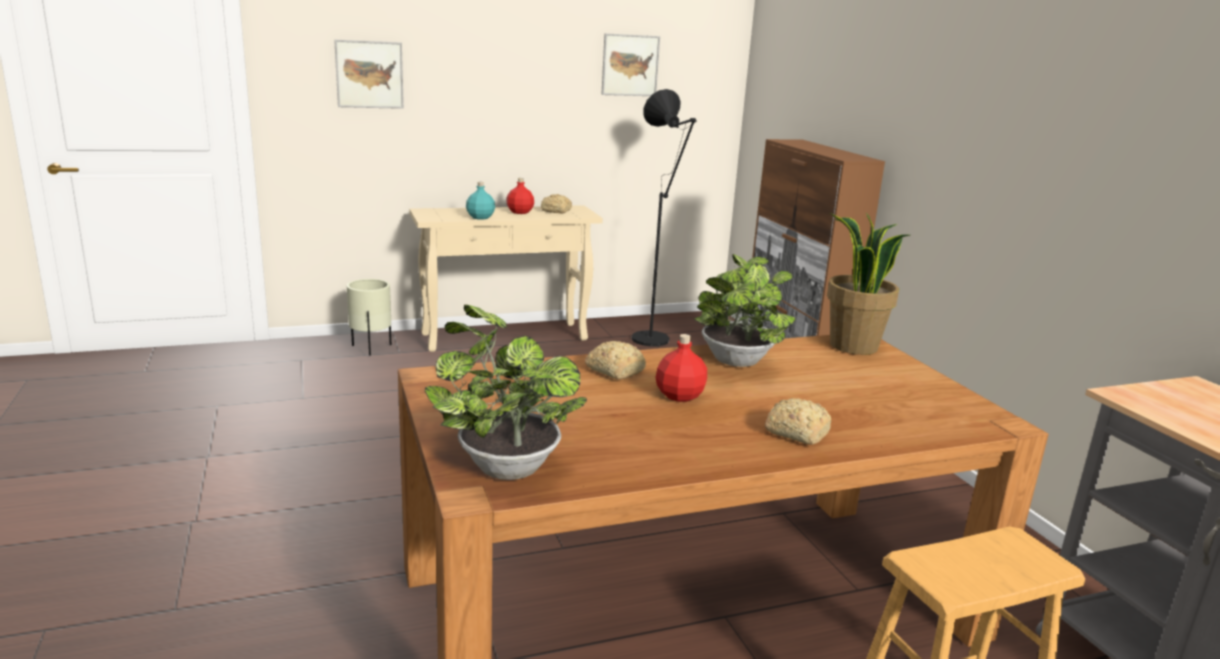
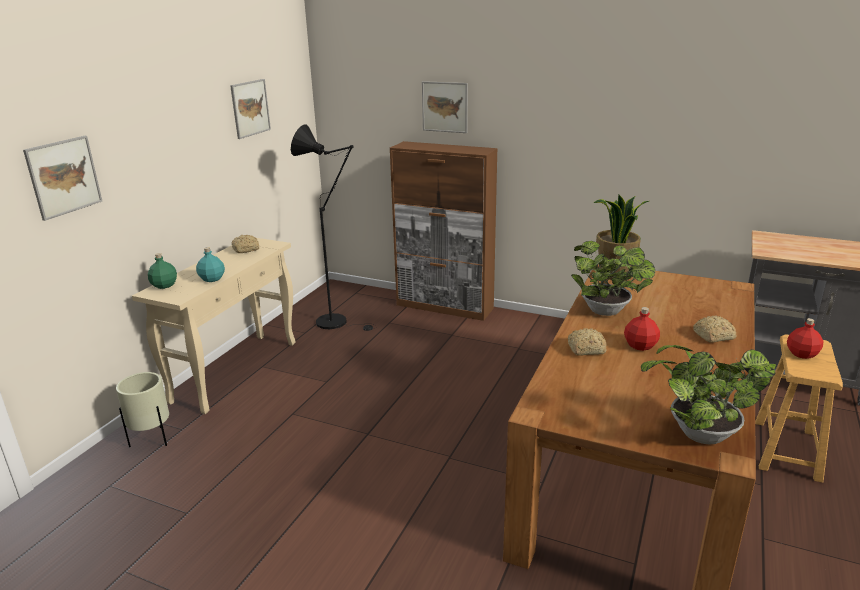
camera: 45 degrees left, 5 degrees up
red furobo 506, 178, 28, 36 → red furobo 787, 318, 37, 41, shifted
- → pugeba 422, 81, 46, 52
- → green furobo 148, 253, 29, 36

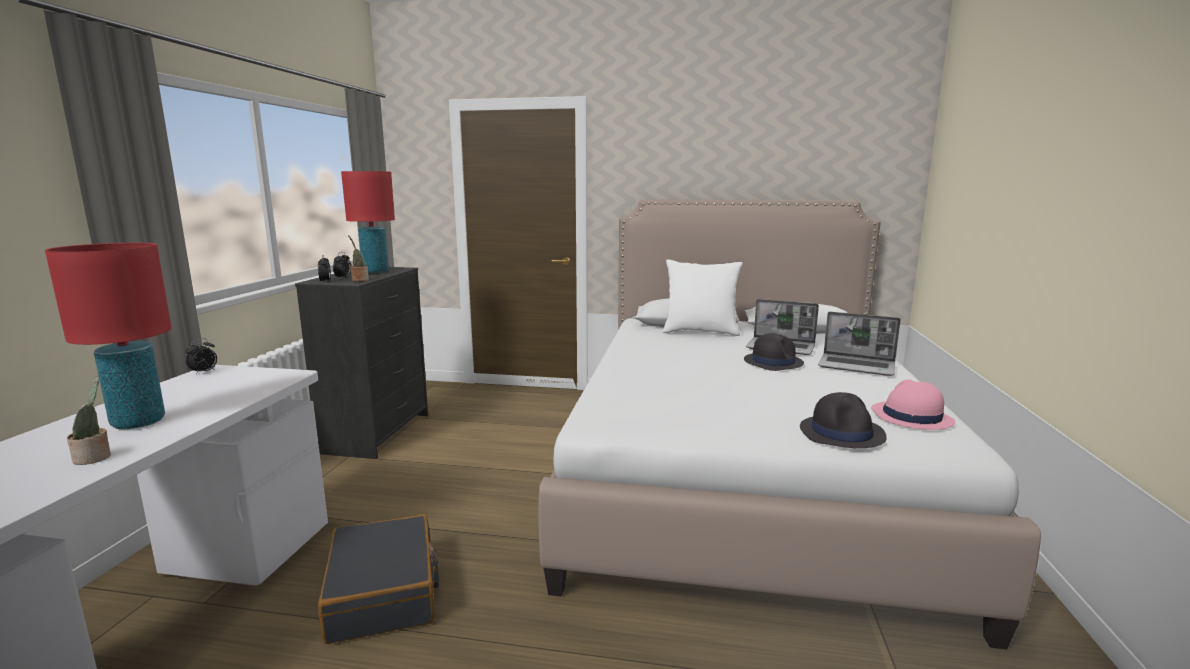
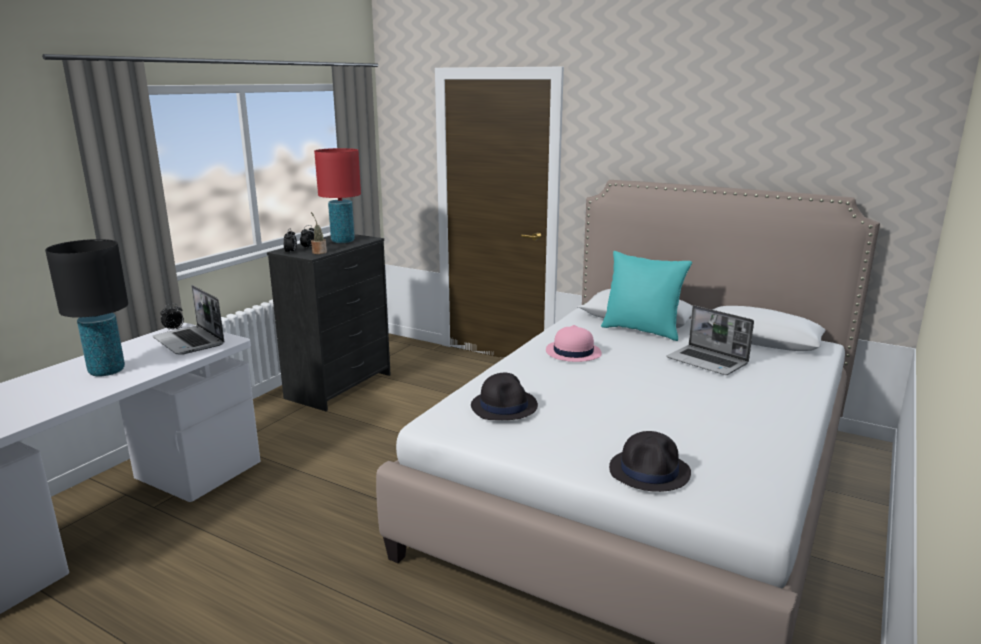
camera: 20 degrees right, 5 degrees up
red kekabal 45, 243, 127, 186 → black kekabal 45, 239, 83, 137
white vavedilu 663, 259, 79, 77 → turquoise vavedilu 601, 251, 91, 90
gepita 818, 312, 83, 64 → gepita 153, 285, 71, 70, shifted
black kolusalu 744, 333, 60, 38 → black kolusalu 471, 373, 67, 47, shifted
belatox 67, 376, 44, 89 → -
pink kolusalu 871, 379, 84, 51 → pink kolusalu 546, 325, 56, 37, shifted
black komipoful 318, 514, 121, 130 → -

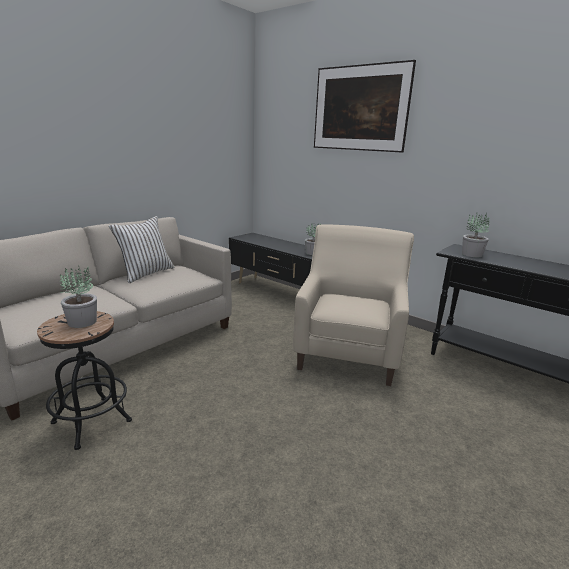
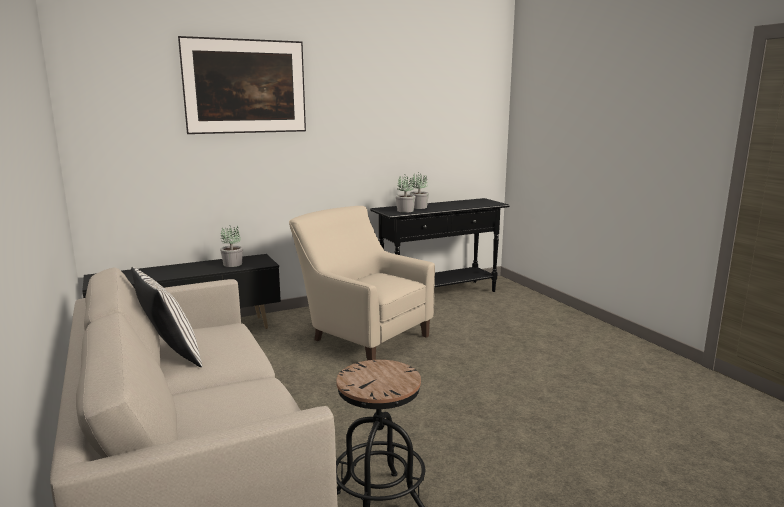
camera: 65 degrees left, 5 degrees down
belatox 60, 266, 37, 62 → belatox 410, 172, 19, 37, shifted

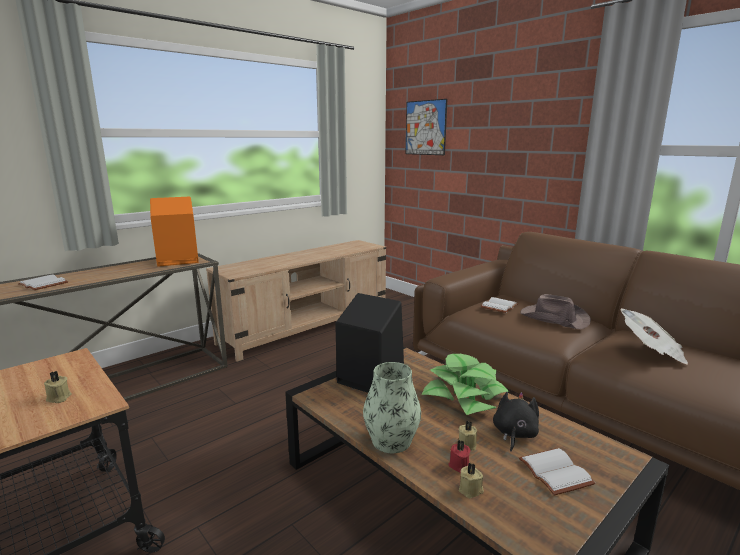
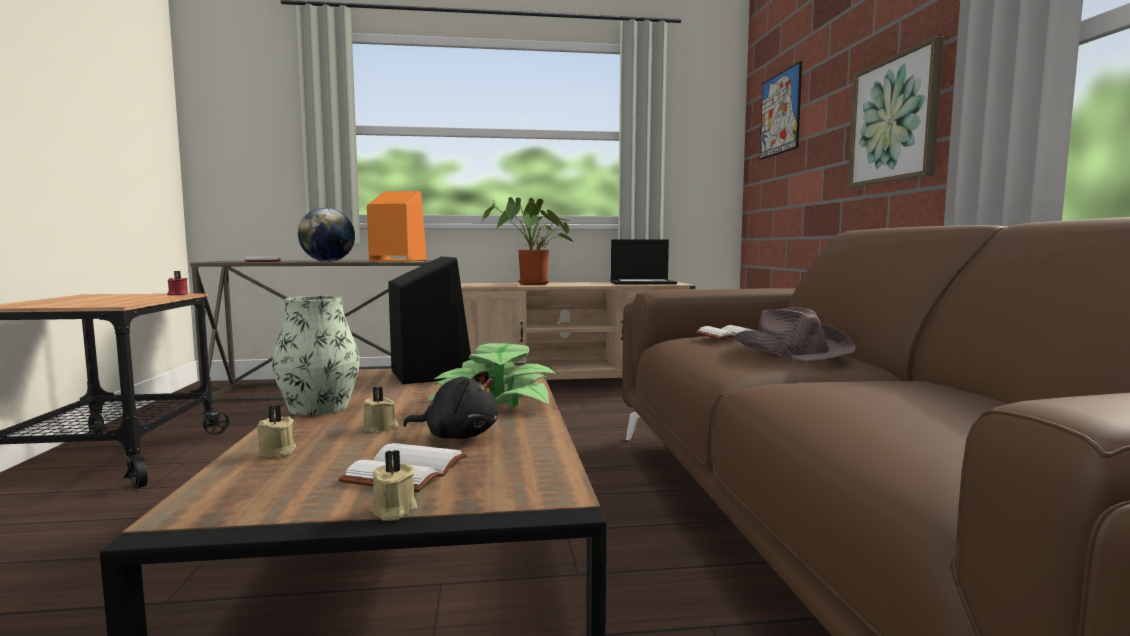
camera: 35 degrees right, 10 degrees down
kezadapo 620, 308, 69, 57 → -
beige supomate 44, 371, 28, 32 → beige supomate 371, 450, 46, 71, shifted
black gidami 493, 392, 46, 60 → black gidami 403, 371, 95, 68, 45 degrees clockwise
red supomate 448, 440, 23, 33 → red supomate 167, 271, 21, 24, shifted
- → pugeba 848, 36, 96, 152
- → belatox 482, 197, 93, 88
- → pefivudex 298, 208, 57, 54
- → gepita 611, 239, 66, 46

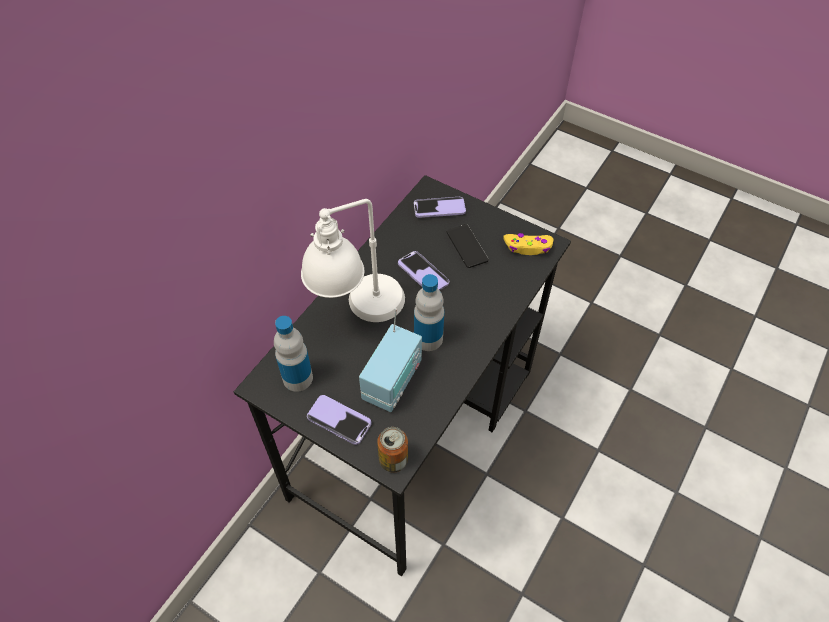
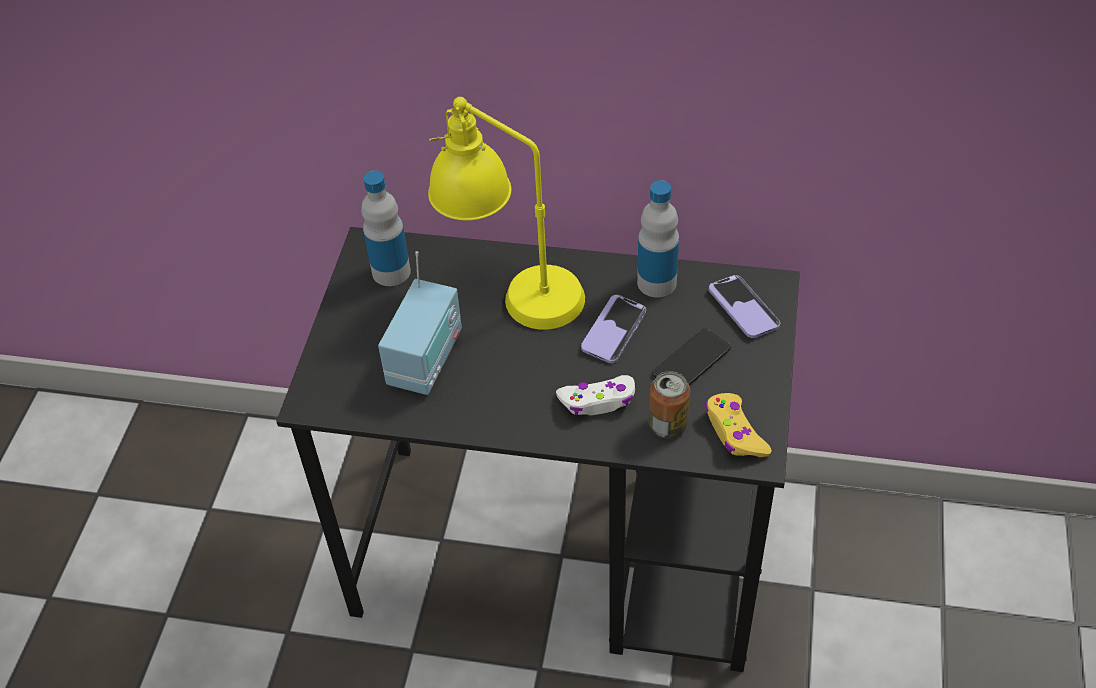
camera: 70 degrees right, 5 degrees down
white kekabal 301, 199, 104, 123 → yellow kekabal 428, 97, 157, 233
furobo 414, 274, 30, 77 → furobo 637, 180, 42, 117, shifted
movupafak 359, 308, 63, 104 → movupafak 378, 251, 84, 144, 75 degrees counterclockwise
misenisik 307, 395, 65, 50 → -
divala 377, 427, 31, 46 → divala 648, 371, 42, 67, shifted
- → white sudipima 556, 375, 79, 40

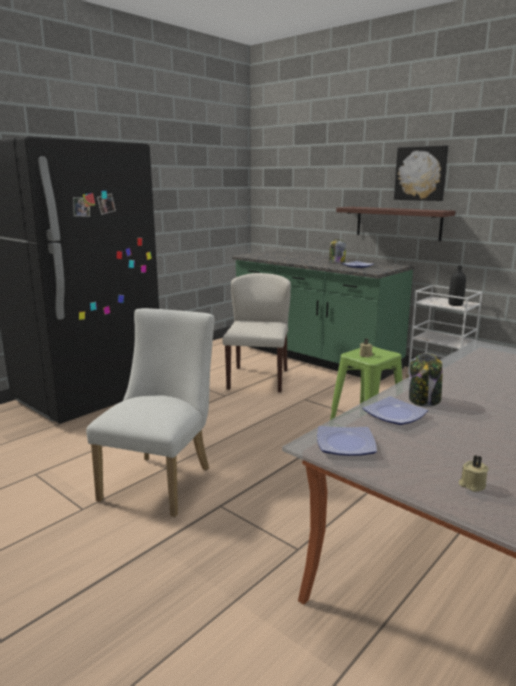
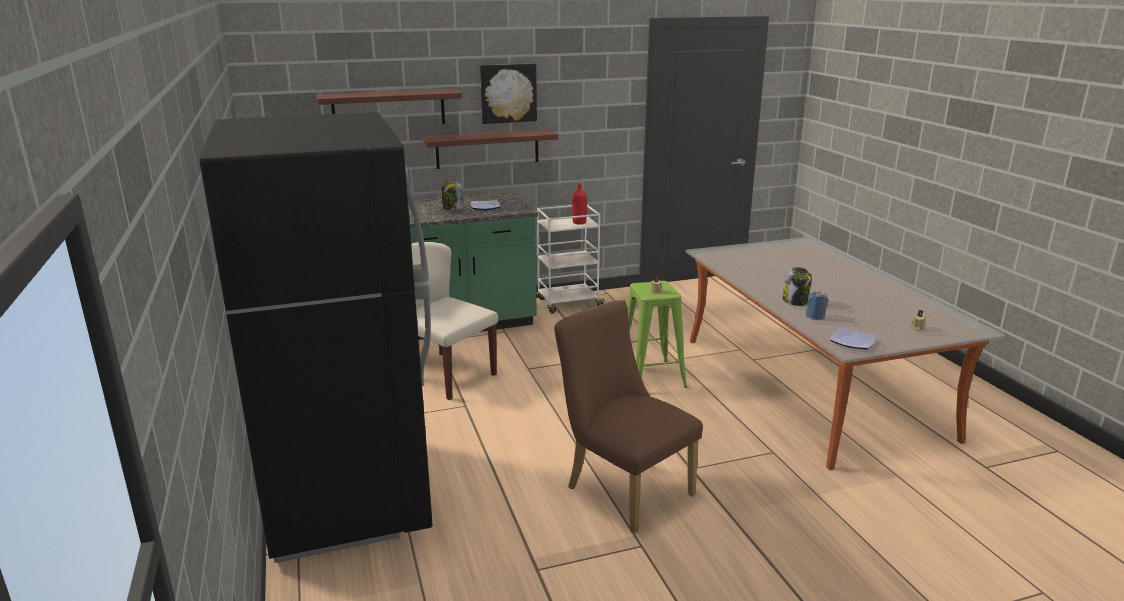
camera: 60 degrees left, 5 degrees up
black furobo 448, 265, 18, 41 → red furobo 572, 184, 15, 41
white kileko 86, 308, 129, 209 → brown kileko 554, 300, 149, 234
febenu 363, 396, 65, 29 → blue supomate 806, 291, 23, 29
- → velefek 316, 89, 146, 35

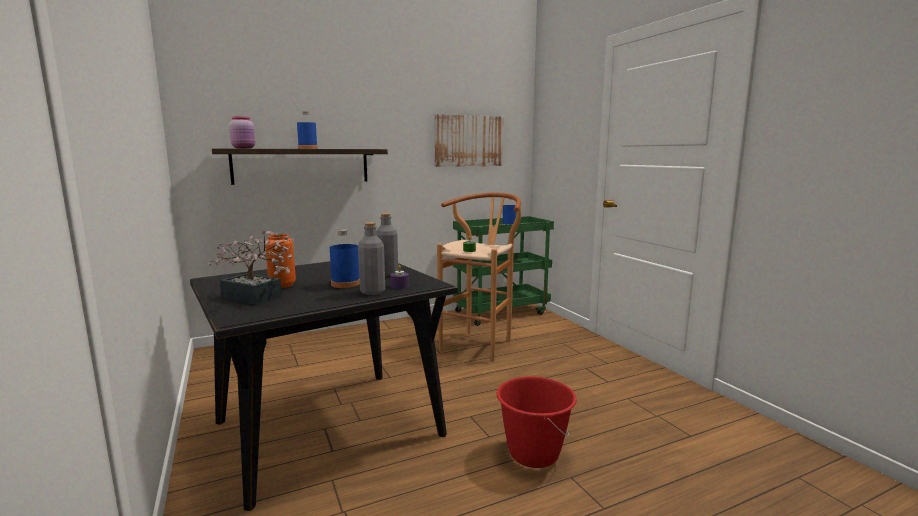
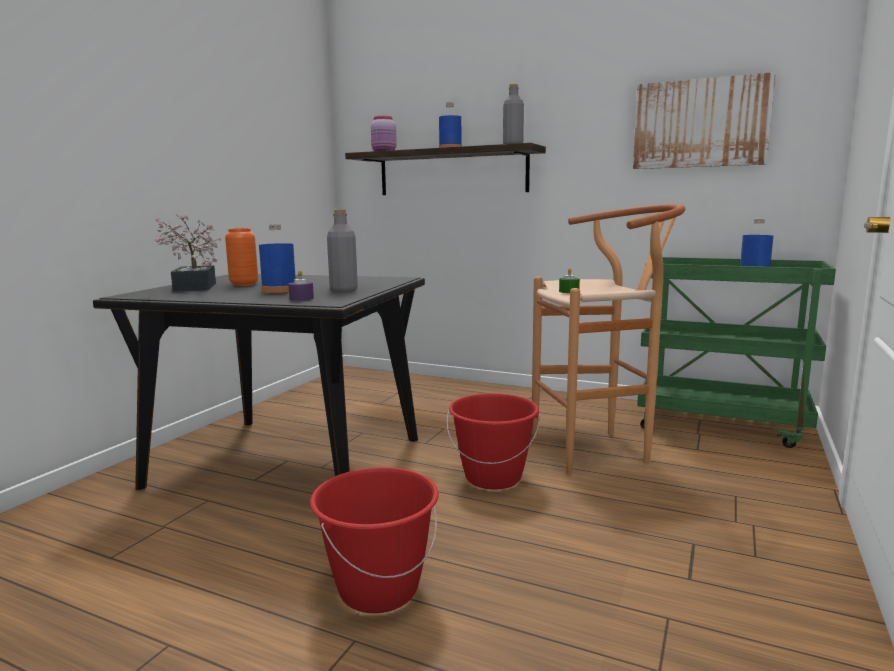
camera: 50 degrees right, 0 degrees up
grey furobo 358, 222, 27, 73 → grey furobo 503, 84, 21, 60, shifted
- → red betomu 447, 393, 93, 96

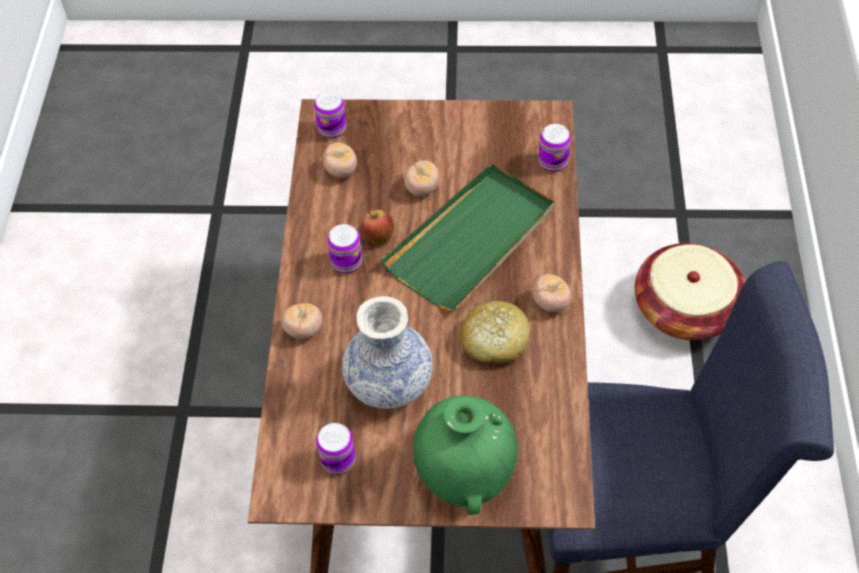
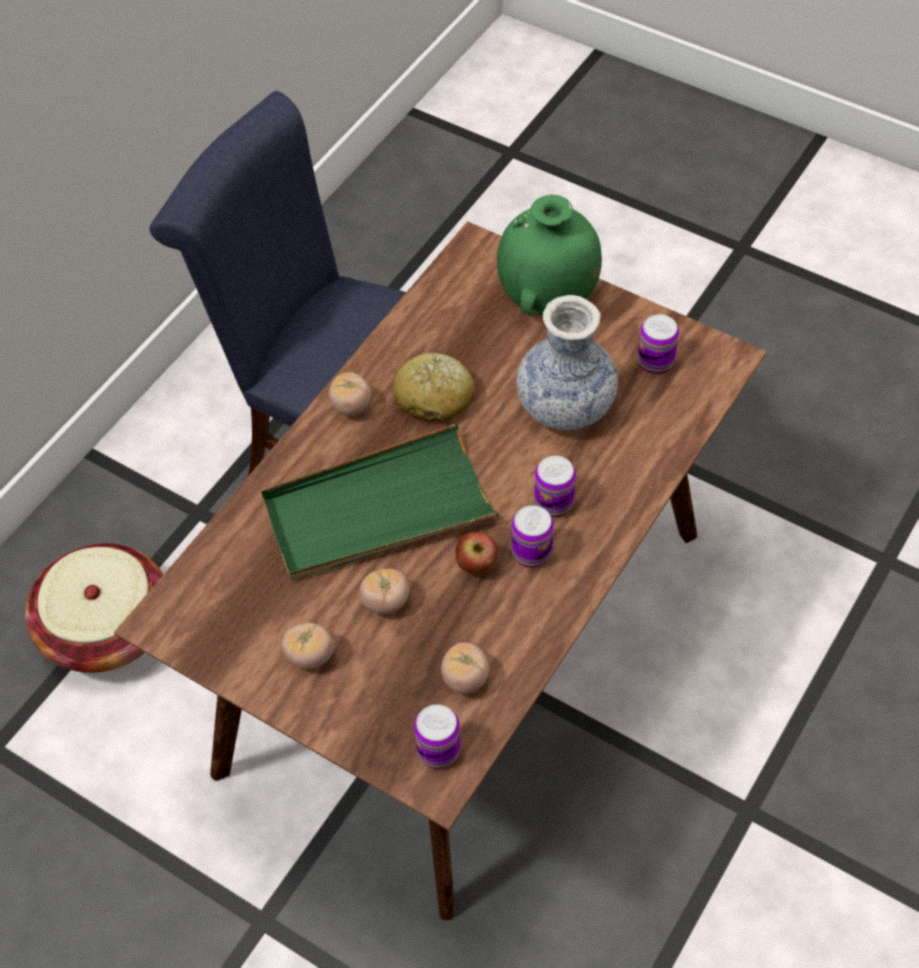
camera: 150 degrees left, 0 degrees up
divala 538, 124, 33, 48 → divala 534, 456, 42, 61, shifted
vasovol 282, 303, 40, 36 → vasovol 281, 623, 53, 46, shifted

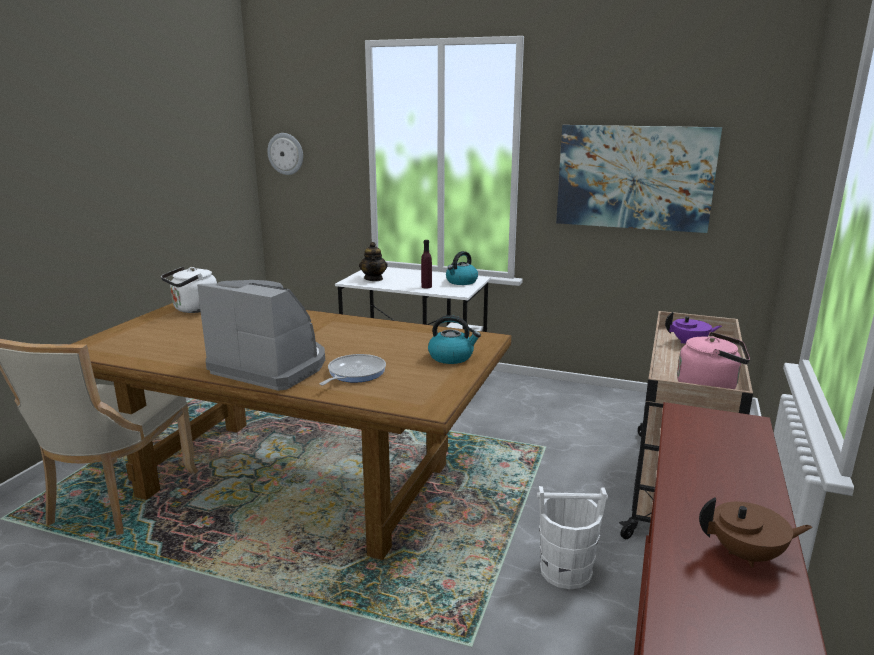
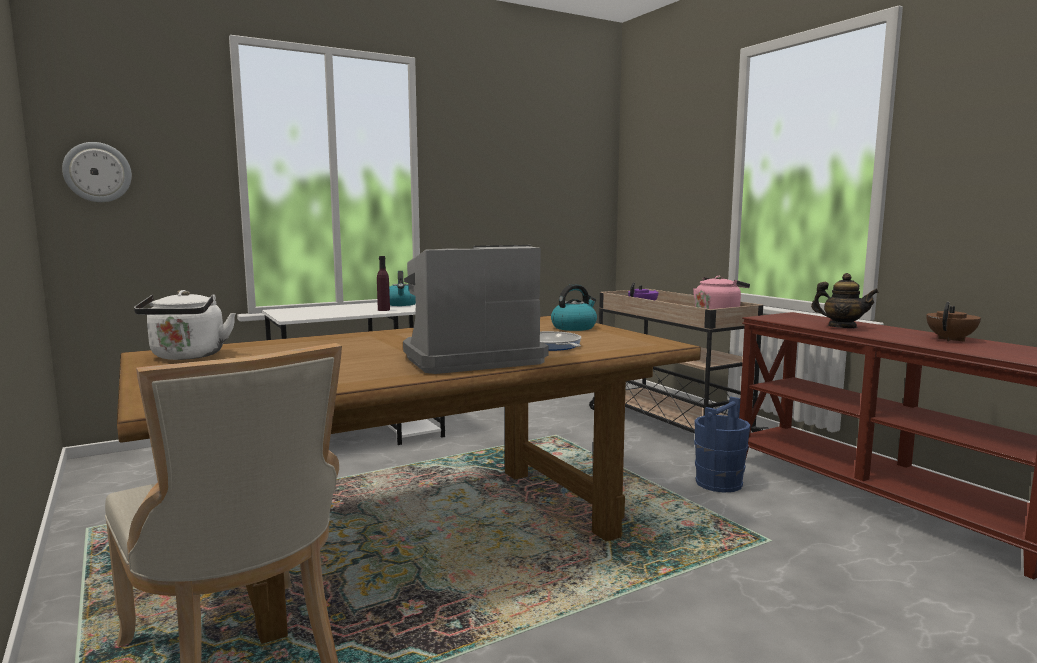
camera: 50 degrees left, 10 degrees down
pugeba 556, 125, 166, 108 → -
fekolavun 359, 242, 29, 39 → fekolavun 811, 273, 68, 55, shifted
white betomu 537, 486, 71, 103 → blue betomu 694, 396, 57, 97

